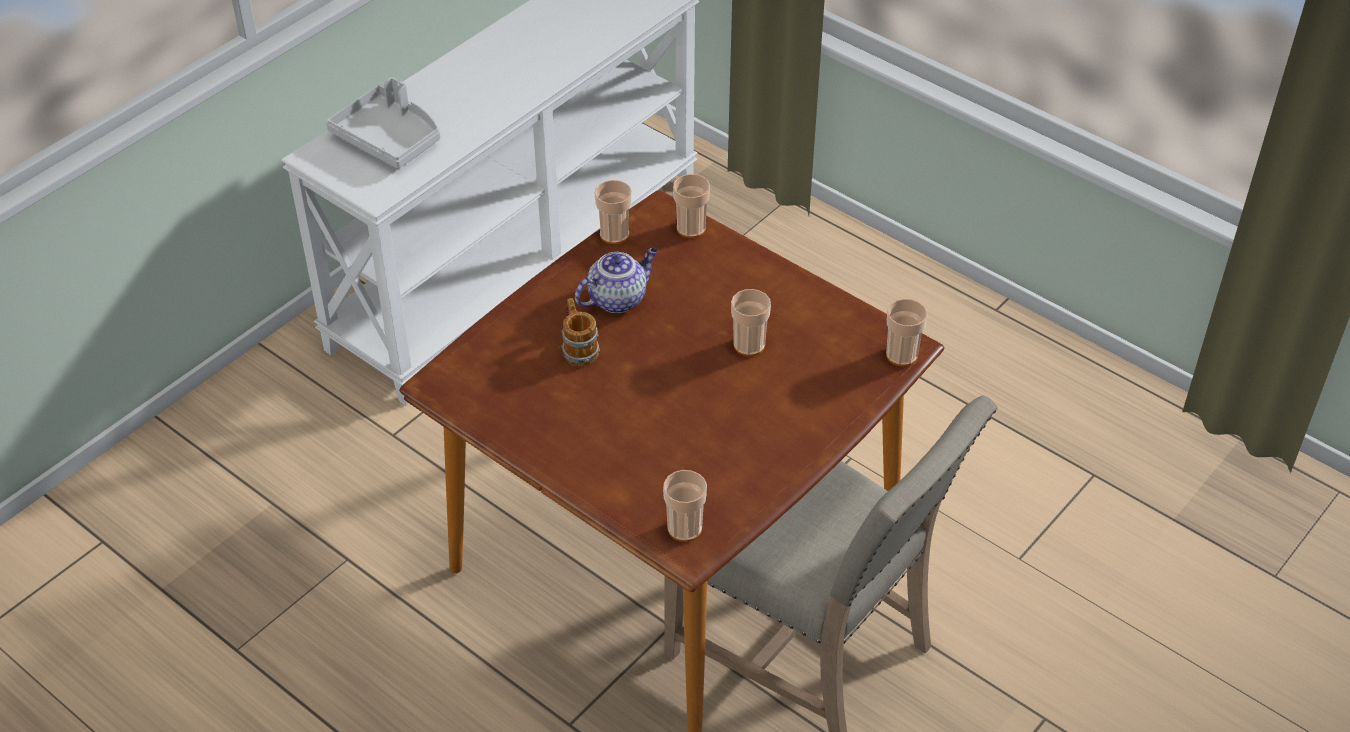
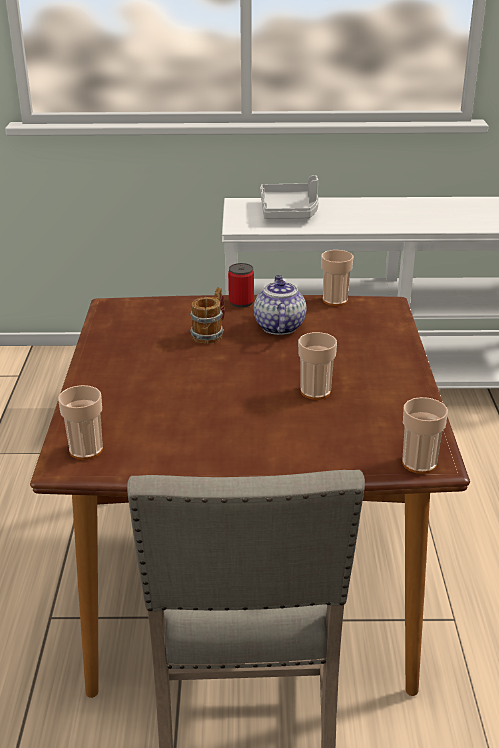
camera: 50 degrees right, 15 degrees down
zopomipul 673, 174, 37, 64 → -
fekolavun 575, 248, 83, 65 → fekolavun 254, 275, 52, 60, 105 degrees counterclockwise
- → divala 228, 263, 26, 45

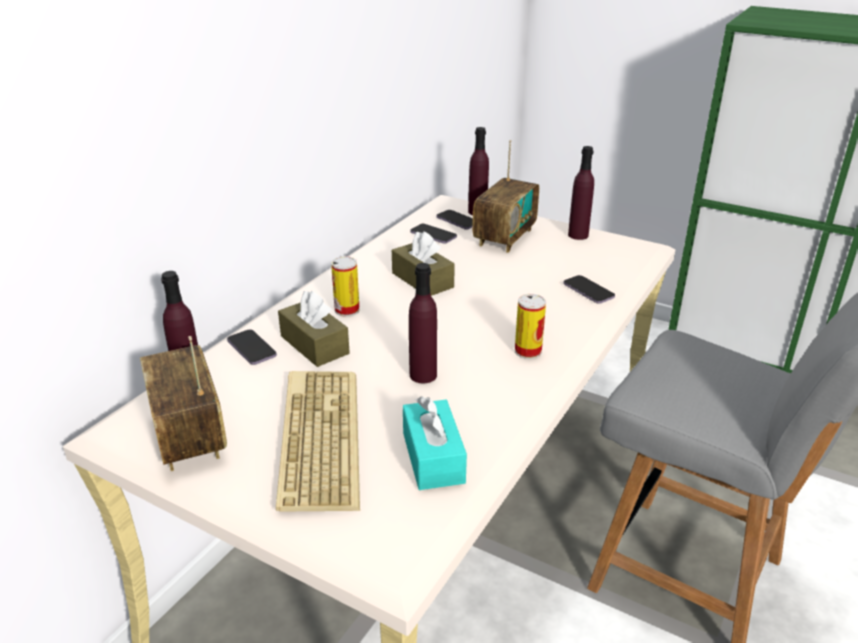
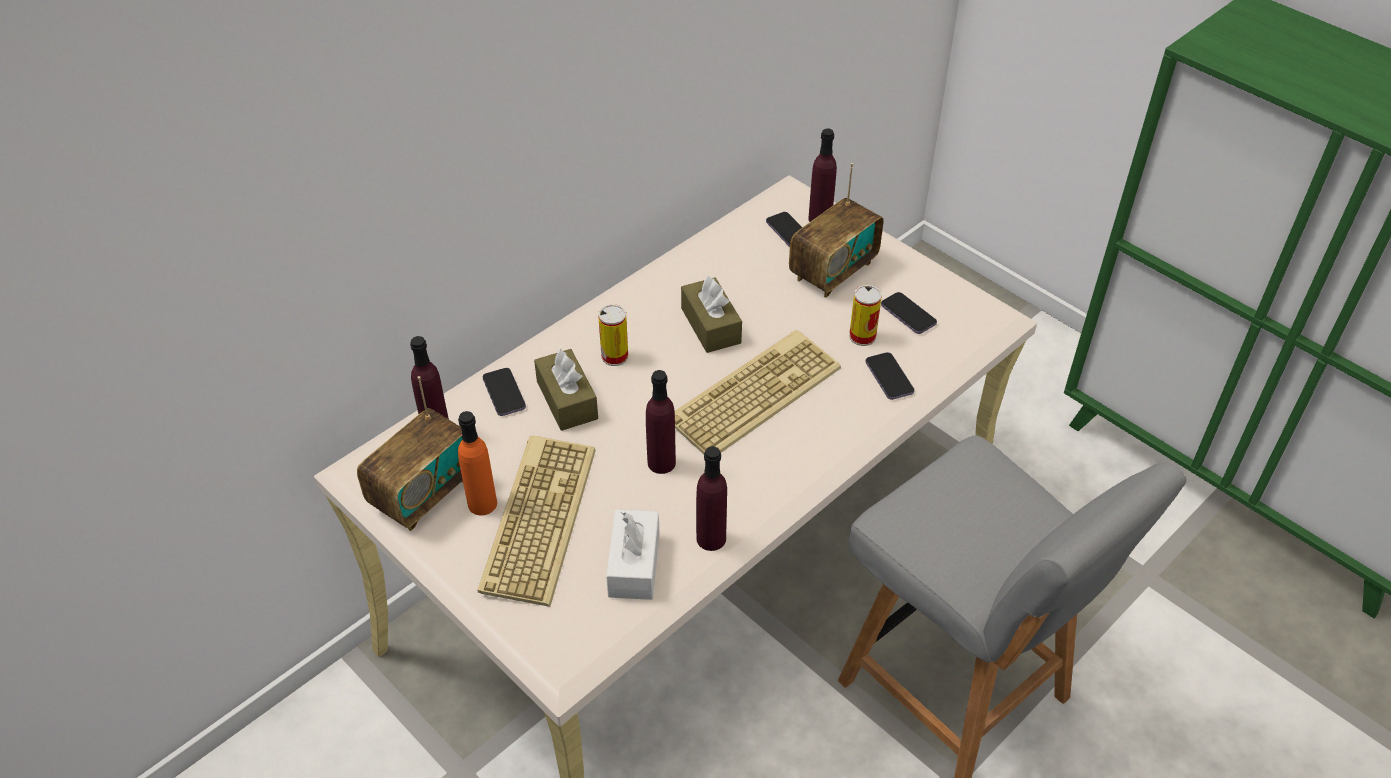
camera: 15 degrees right, 15 degrees up
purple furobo 568, 146, 26, 94 → purple furobo 696, 446, 31, 105, shifted
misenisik 410, 224, 47, 19 → misenisik 881, 292, 56, 42, shifted
divala 515, 294, 31, 65 → divala 849, 285, 33, 61, shifted
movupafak 140, 336, 87, 135 → movupafak 357, 376, 106, 155, 135 degrees counterclockwise
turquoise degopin 403, 396, 64, 94 → white degopin 606, 509, 53, 91
- → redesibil 675, 330, 166, 124
- → orange furobo 458, 411, 39, 104

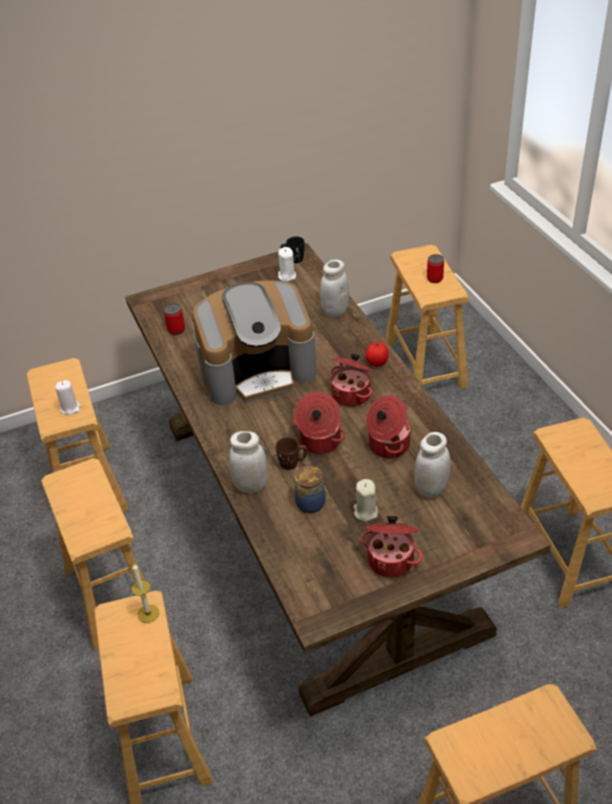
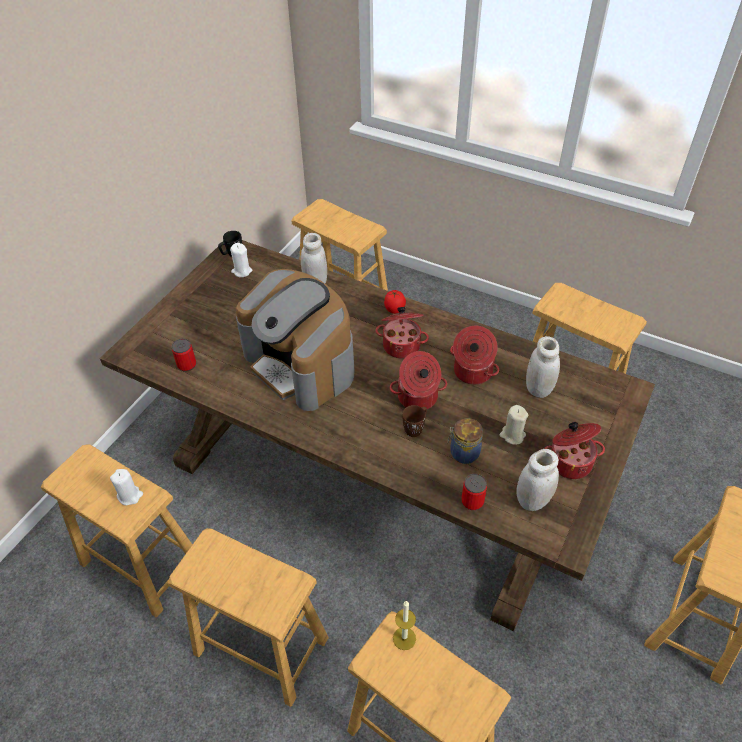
camera: 40 degrees left, 5 degrees up
divala 427, 254, 17, 29 → divala 461, 474, 26, 36, shifted
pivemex 192, 280, 125, 125 → pivemex 236, 269, 119, 142, 105 degrees clockwise
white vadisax 229, 431, 38, 62 → white vadisax 516, 449, 43, 62, shifted

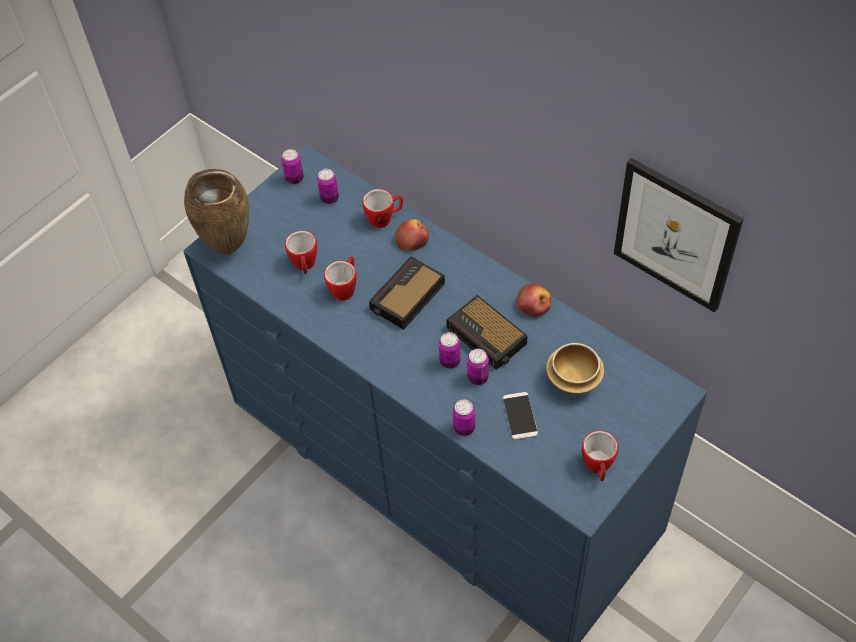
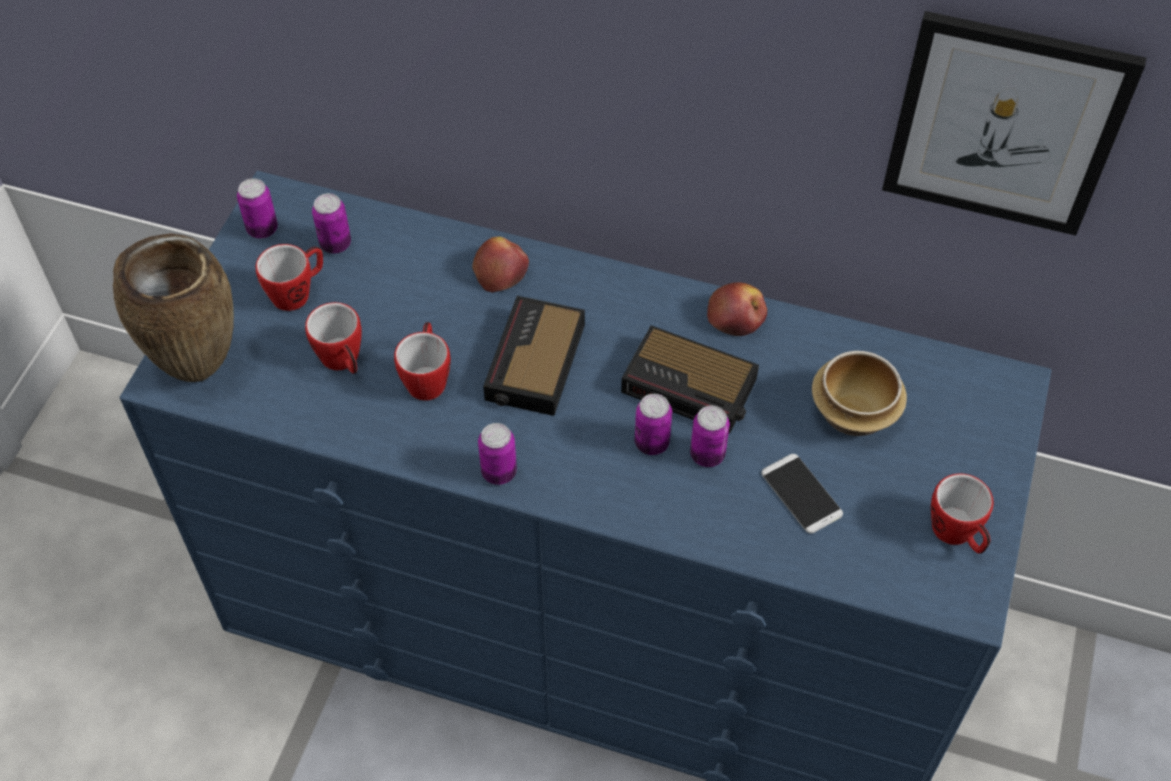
camera: 25 degrees left, 0 degrees up
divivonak 362, 189, 41, 39 → divivonak 256, 244, 67, 67, shifted
divala 453, 399, 22, 37 → divala 478, 423, 39, 62, shifted

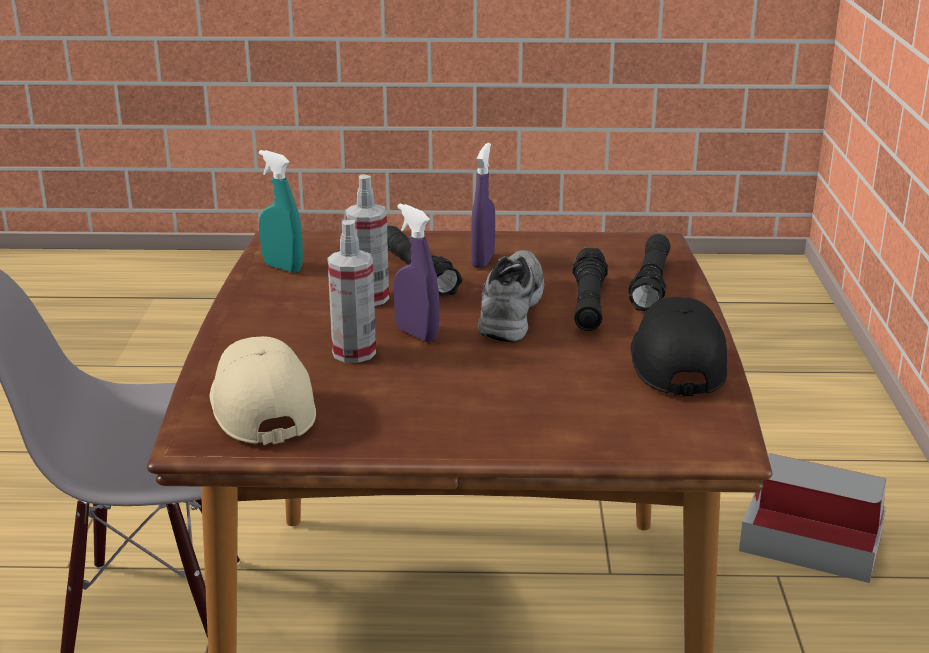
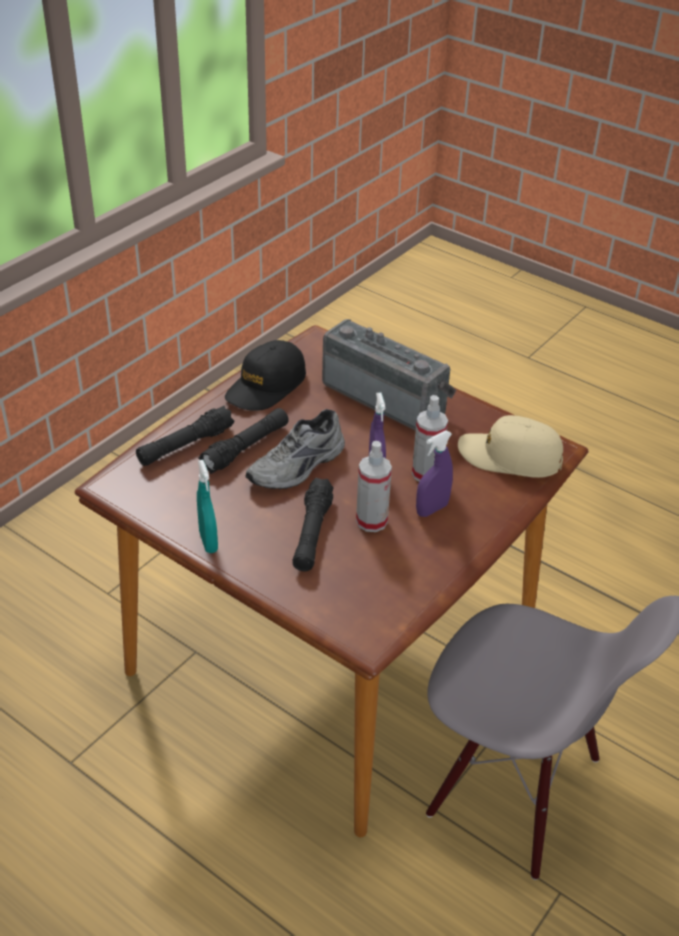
camera: 145 degrees left, 15 degrees up
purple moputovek 471, 143, 24, 125 → purple moputovek 416, 431, 37, 86, shifted
turquoise moputovek 259, 150, 44, 123 → turquoise moputovek 197, 460, 21, 93, shifted
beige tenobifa 210, 336, 106, 109 → beige tenobifa 458, 415, 105, 63, 90 degrees clockwise
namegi 739, 453, 147, 130 → -
- → movupafak 322, 319, 134, 112

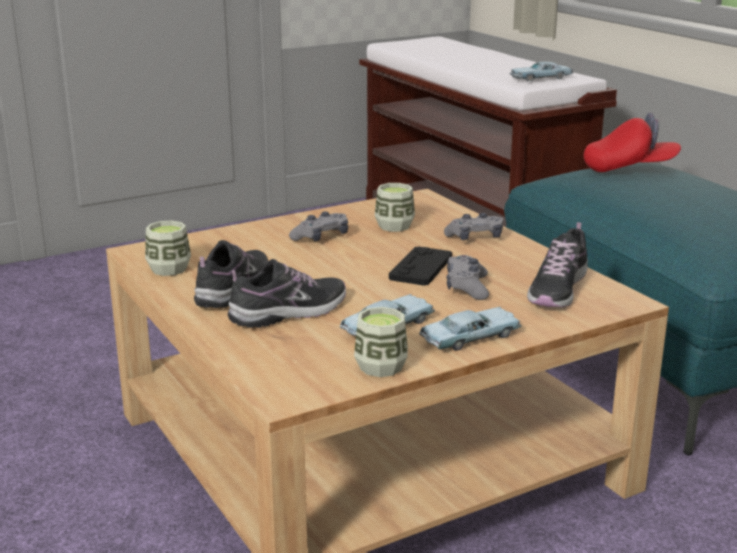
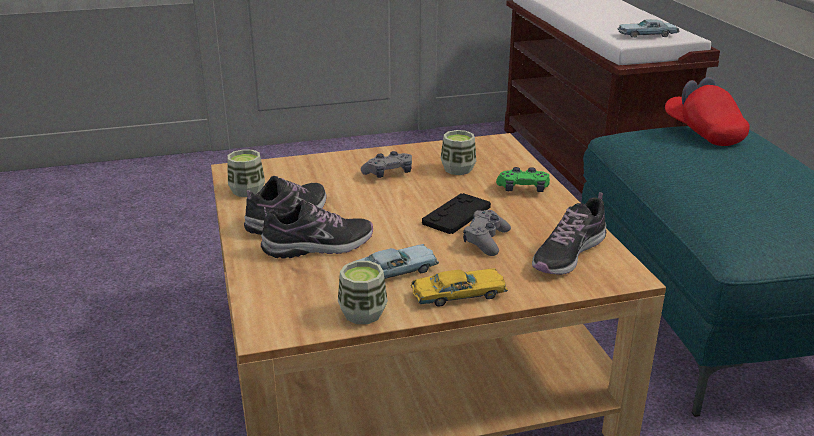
camera: 15 degrees right, 5 degrees up
red tenobifa 584, 113, 97, 59 → red tenobifa 665, 77, 85, 69, 135 degrees counterclockwise
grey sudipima 444, 213, 59, 27 → green sudipima 496, 167, 54, 25
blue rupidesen 419, 307, 103, 44 → yellow rupidesen 411, 268, 97, 38

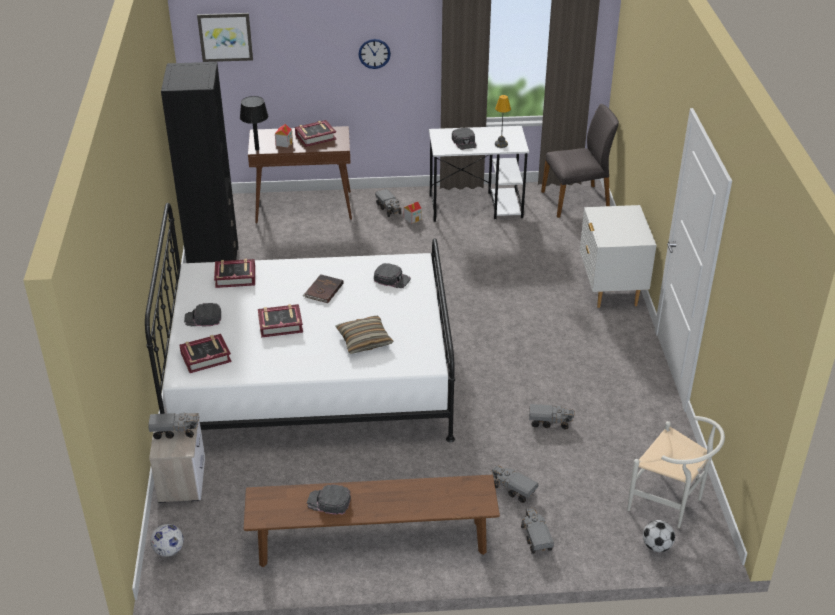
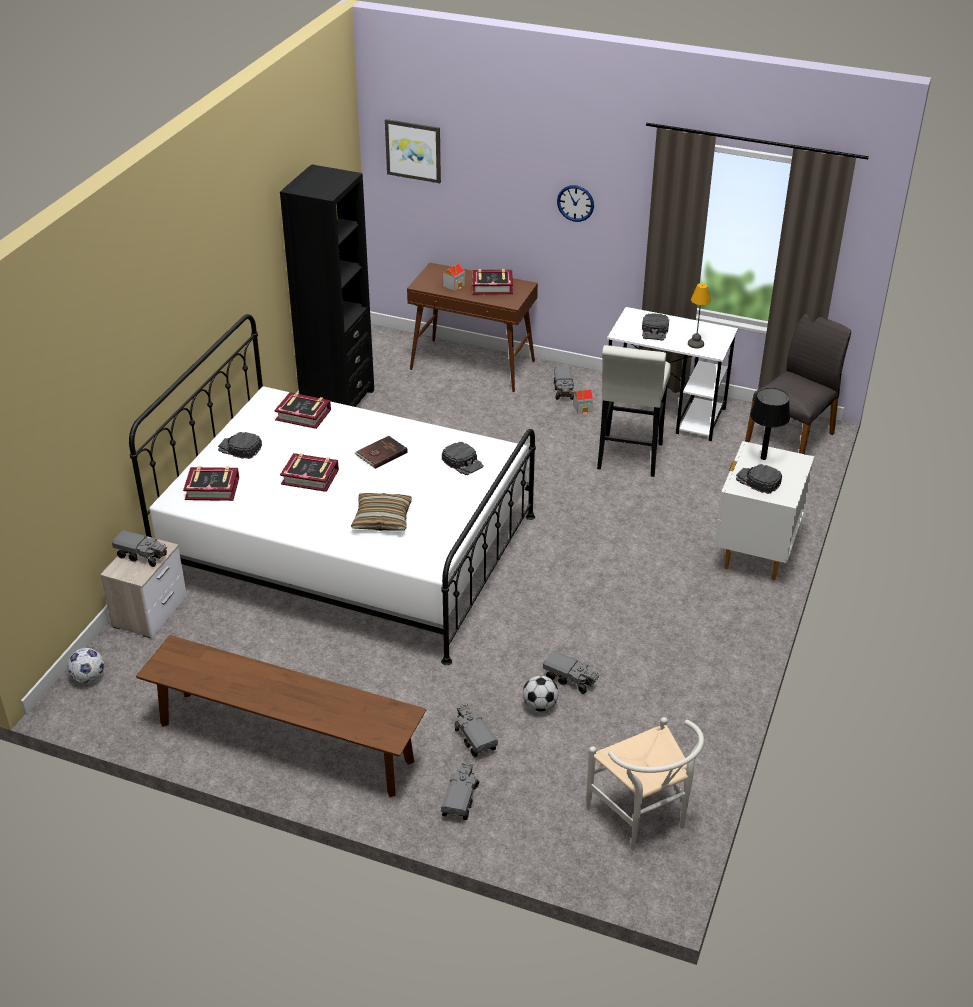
camera: 25 degrees right, 0 degrees up
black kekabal 240, 96, 28, 55 → black kekabal 750, 388, 40, 72, shifted
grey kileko 541, 104, 78, 114 → grey kileko 745, 314, 106, 140, 60 degrees counterclockwise
black tenobifa 307, 484, 44, 31 → black tenobifa 736, 464, 46, 30, shifted
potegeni 643, 520, 32, 32 → potegeni 523, 675, 35, 37, shifted
- → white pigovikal 597, 345, 74, 132

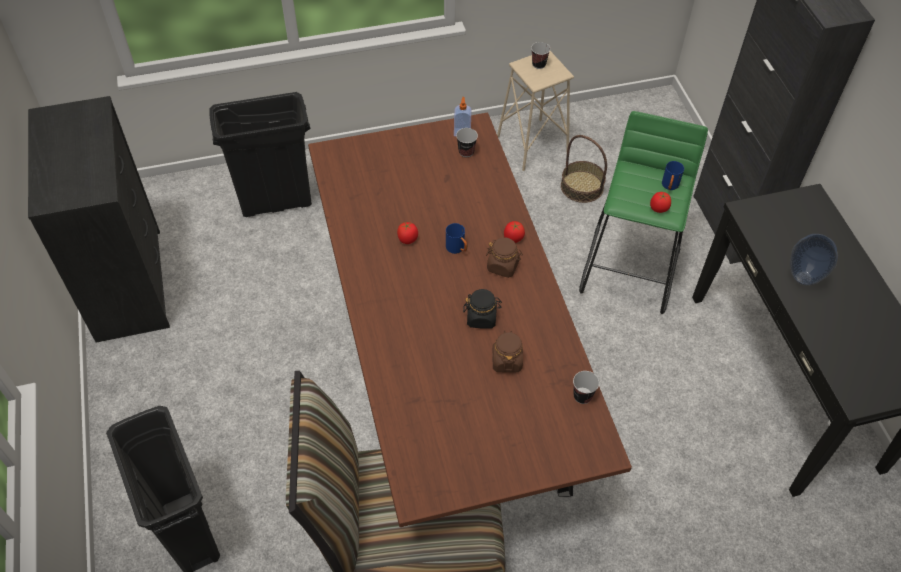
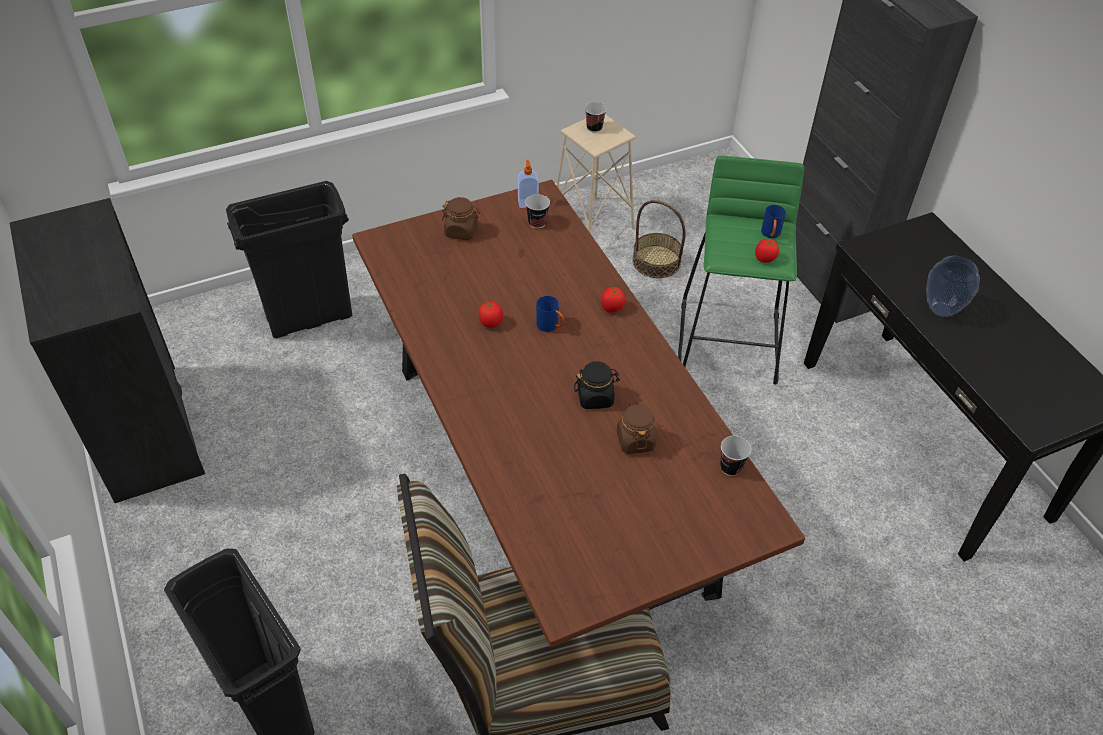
camera: 10 degrees left, 5 degrees down
brown vadisax 486, 237, 37, 41 → brown vadisax 442, 197, 38, 43, shifted

